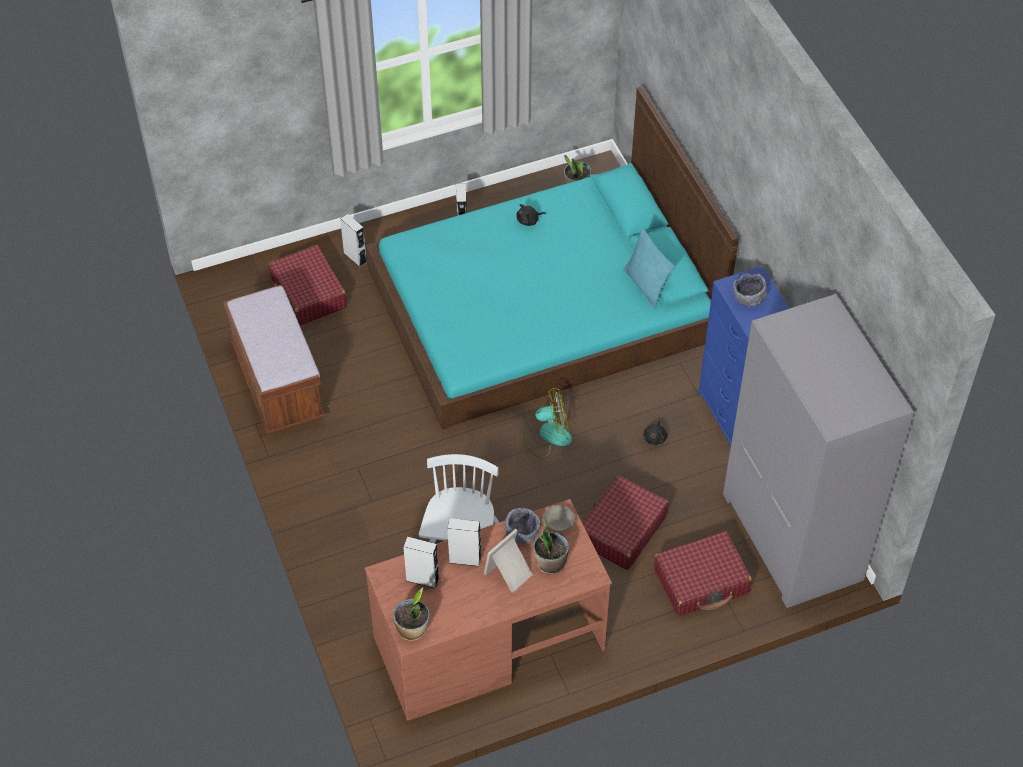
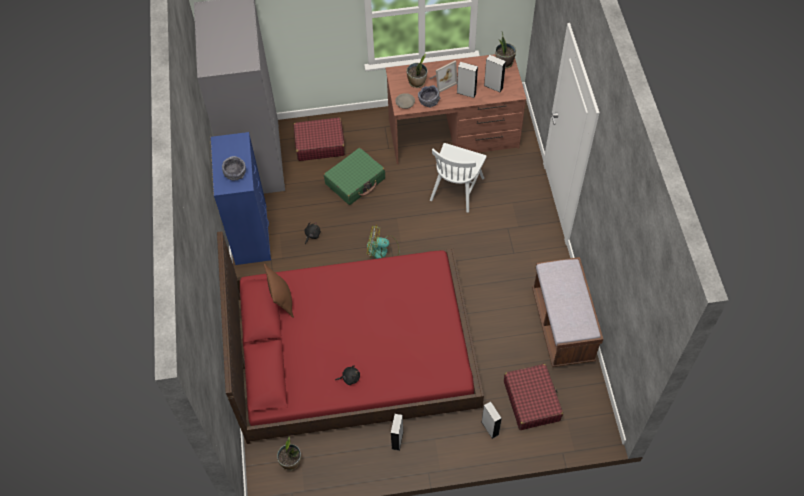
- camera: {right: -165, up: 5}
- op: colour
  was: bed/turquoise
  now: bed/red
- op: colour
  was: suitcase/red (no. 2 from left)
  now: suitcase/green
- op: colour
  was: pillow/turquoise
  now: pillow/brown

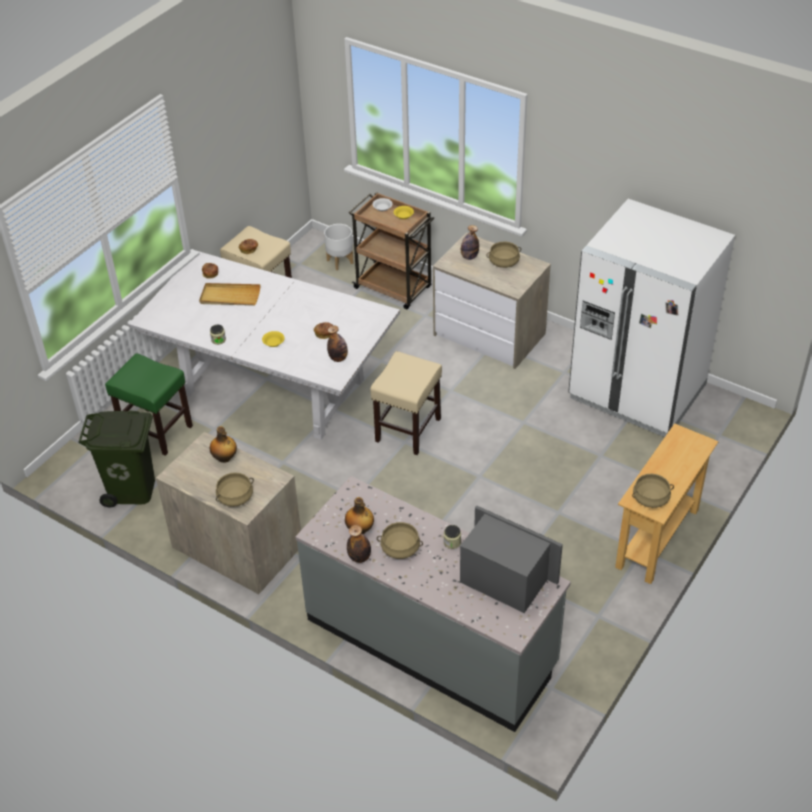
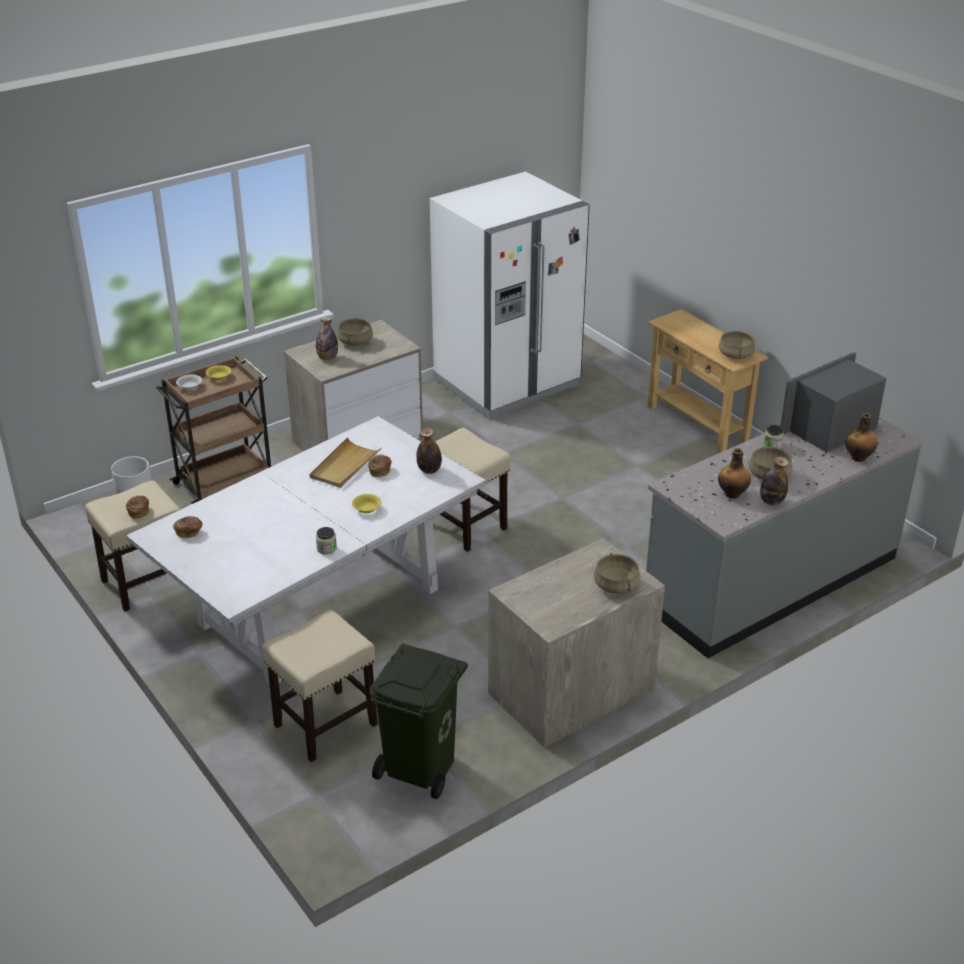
- camera: {right: -70, up: -10}
- op: relocated
  was: tray/beige
- op: relocated
  was: bottle (no. 1 from left in the first image)
  now: bottle (no. 5 from left)
- op: colour
  was: stool/green
  now: stool/beige (no. 2 from left)

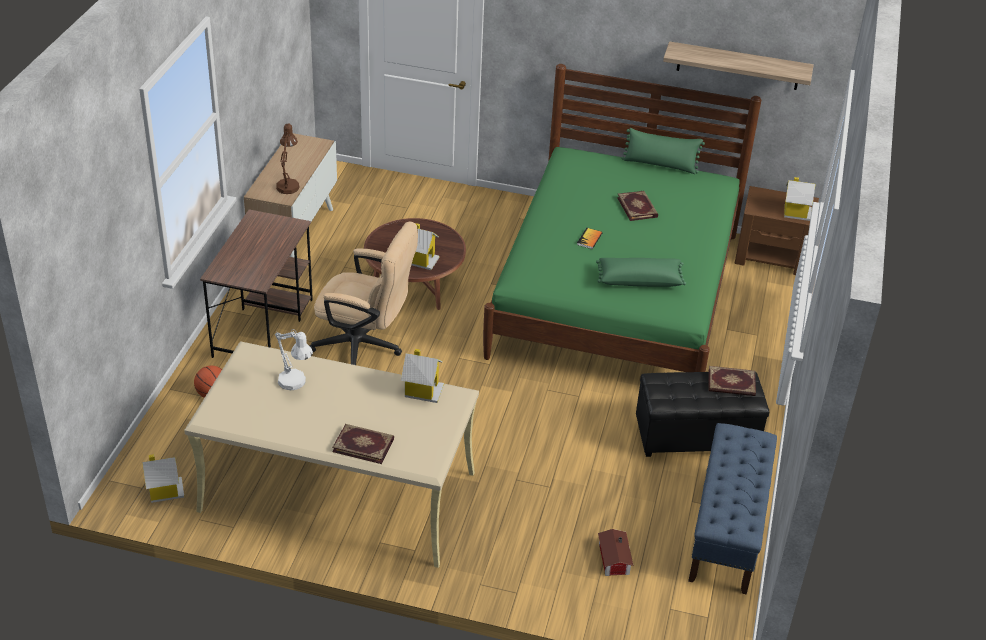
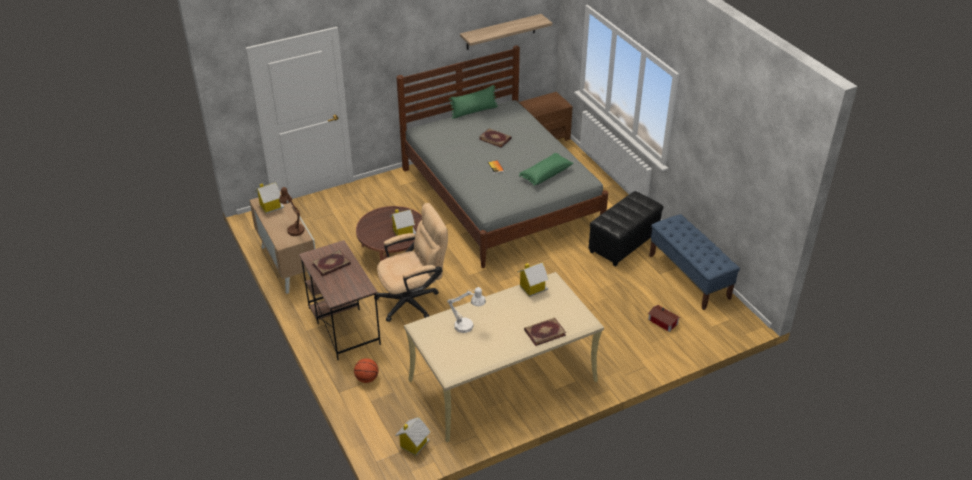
- camera: {right: -40, up: 0}
- op: relocated
  was: book (no. 4 from left in the first image)
  now: book (no. 1 from left)
- op: relocated
  was: toy house (no. 5 from left in the first image)
  now: toy house (no. 1 from left)
- op: colour
  was: bed/green
  now: bed/grey

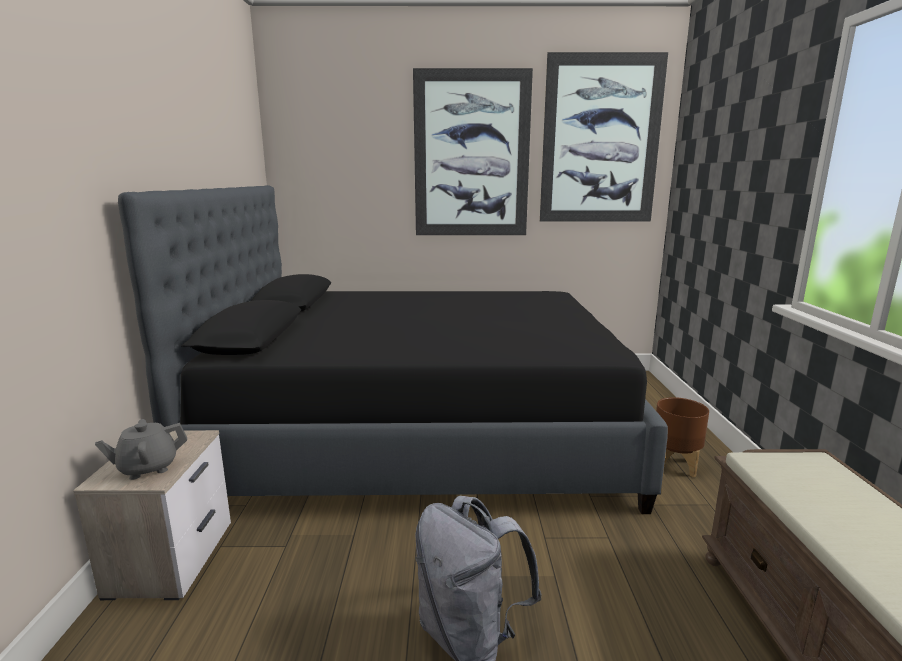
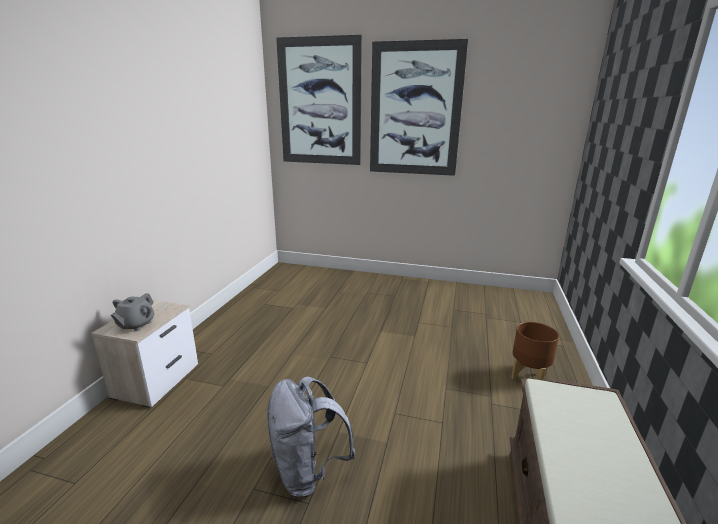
- camera: {right: 15, up: 5}
- op: missing
  was: bed/black
- op: relocated
  was: picture (no. 2 from left in the first image)
  now: picture (no. 1 from left)
- op: spun
  was: teapot/grey
  clockwise: -60

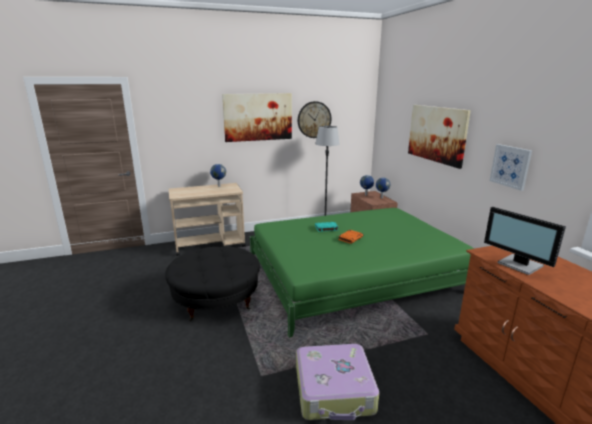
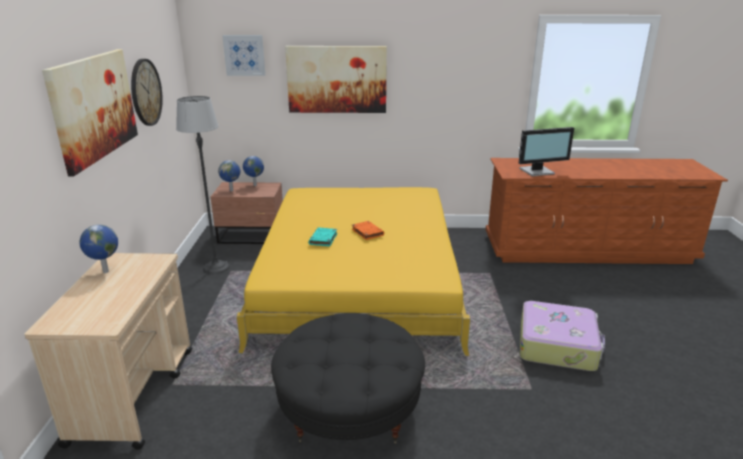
- camera: {right: -70, up: 5}
- op: relocated
  was: picture (no. 3 from left in the first image)
  now: picture (no. 2 from left)
- op: colour
  was: bed/green
  now: bed/yellow

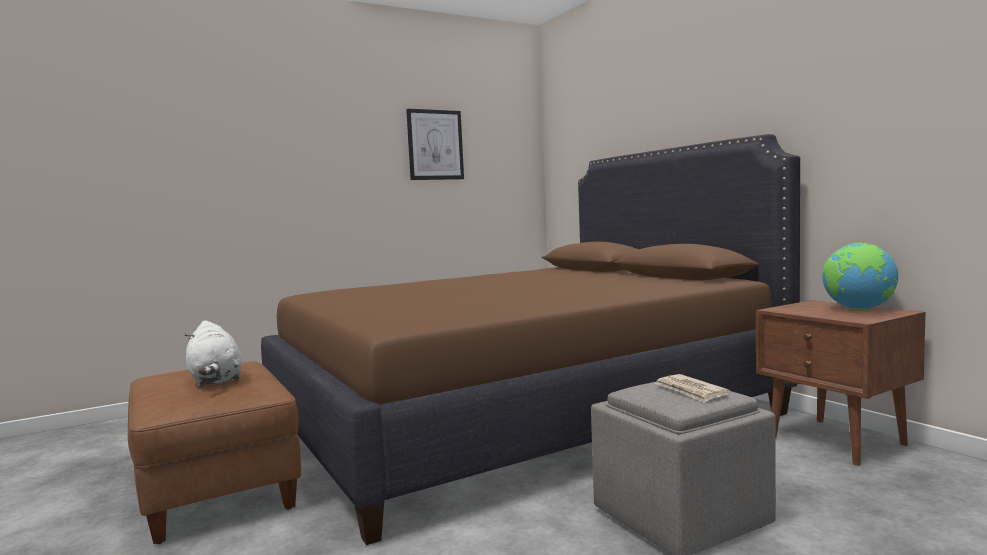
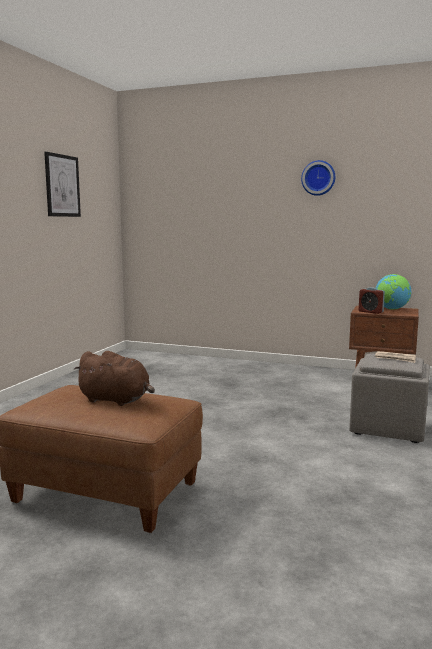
- camera: {right: -40, up: 5}
- op: missing
  was: bed/brown
- op: appeared
  now: wall clock
- op: appeared
  now: alarm clock
- op: colour
  was: plush toy/white
  now: plush toy/brown

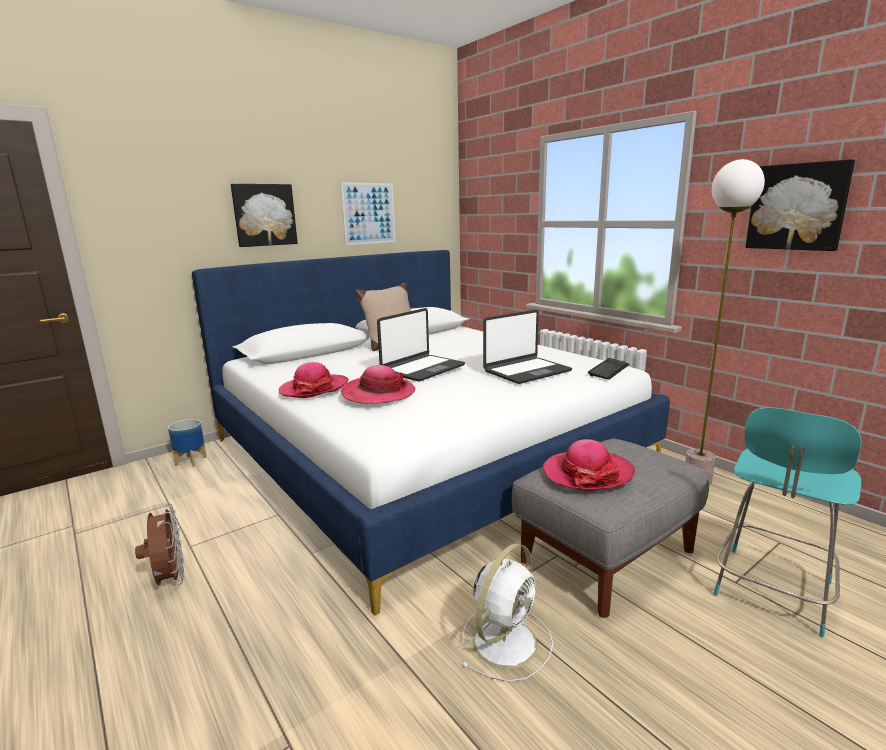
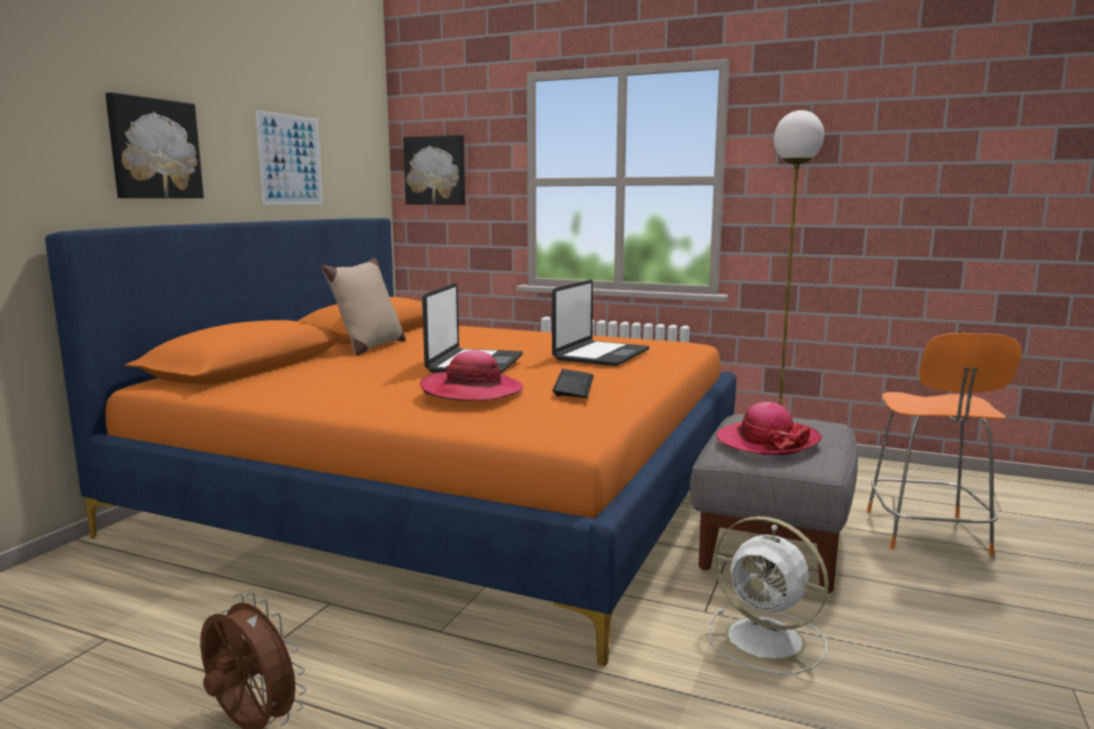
- camera: {right: -30, up: -5}
- op: missing
  was: planter
- op: missing
  was: hat (no. 1 from left)
- op: relocated
  was: keyboard
- op: relocated
  was: picture (no. 3 from left)
- op: colour
  was: bed/white
  now: bed/orange
- op: colour
  was: chair/turquoise
  now: chair/orange
- op: spun
  was: fan/white
  clockwise: 120

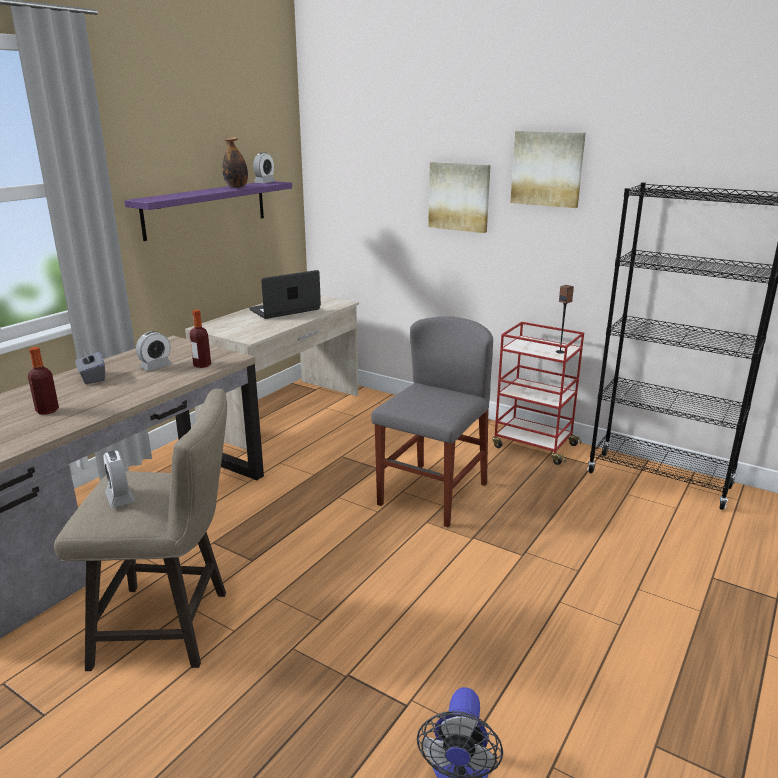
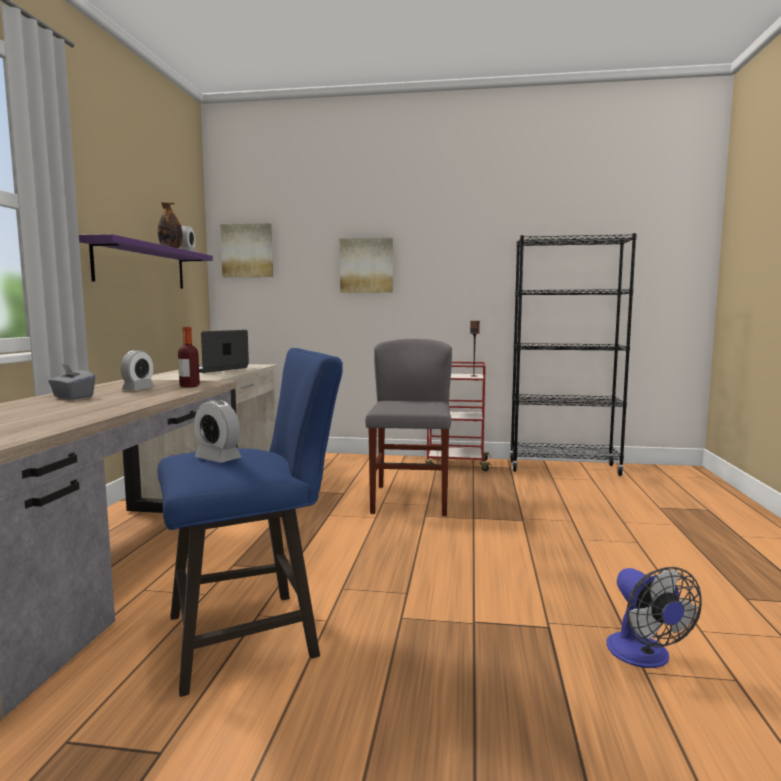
- camera: {right: -25, up: -15}
- op: missing
  was: bottle (no. 1 from left)
- op: relocated
  was: picture (no. 2 from left in the first image)
  now: picture (no. 1 from left)
- op: colour
  was: stool/beige
  now: stool/blue

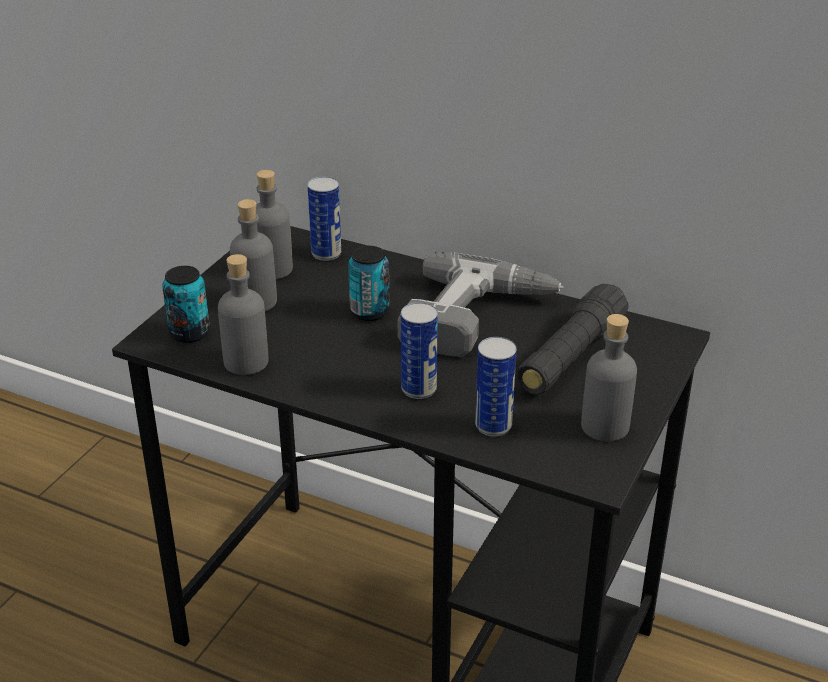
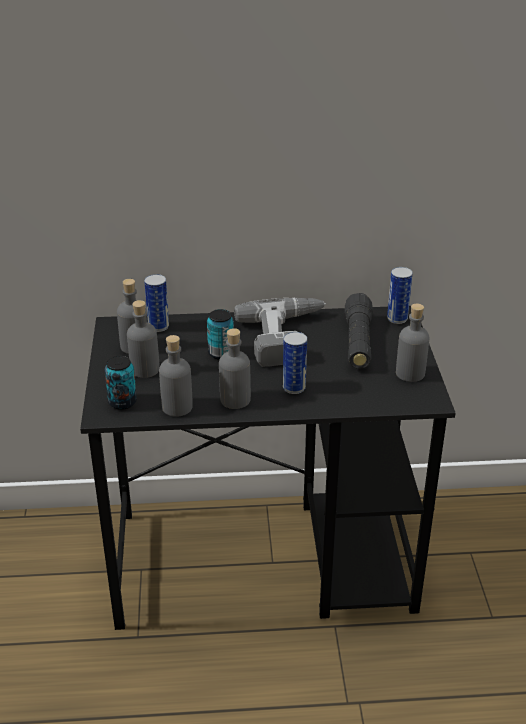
- camera: {right: -30, up: 0}
- op: appeared
  now: bottle/grey (no. 4 from left)
- op: relocated
  was: can (no. 5 from left)

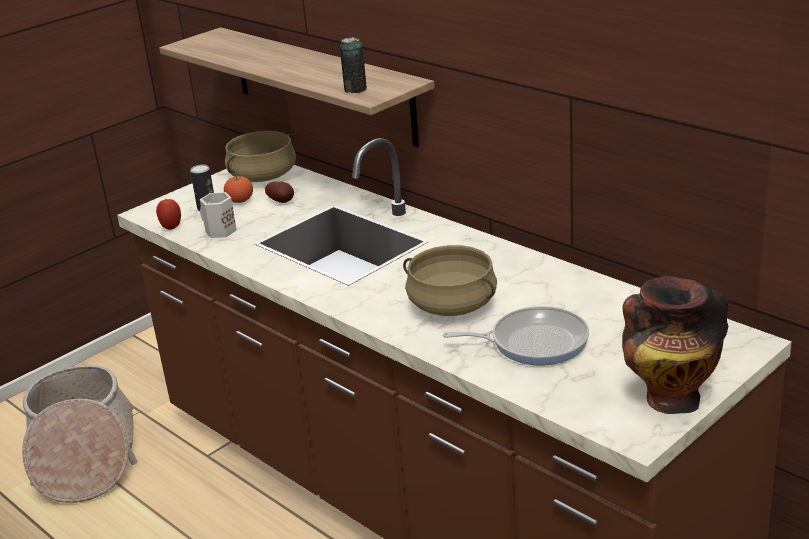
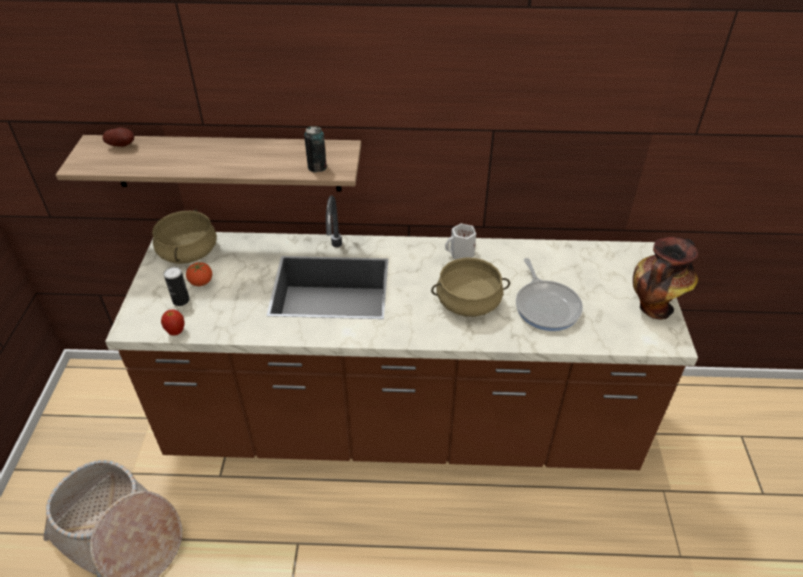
- camera: {right: -45, up: 15}
- op: relocated
  was: mug/white
- op: relocated
  was: potato
- op: spun
  was: frying pan
  clockwise: 120

